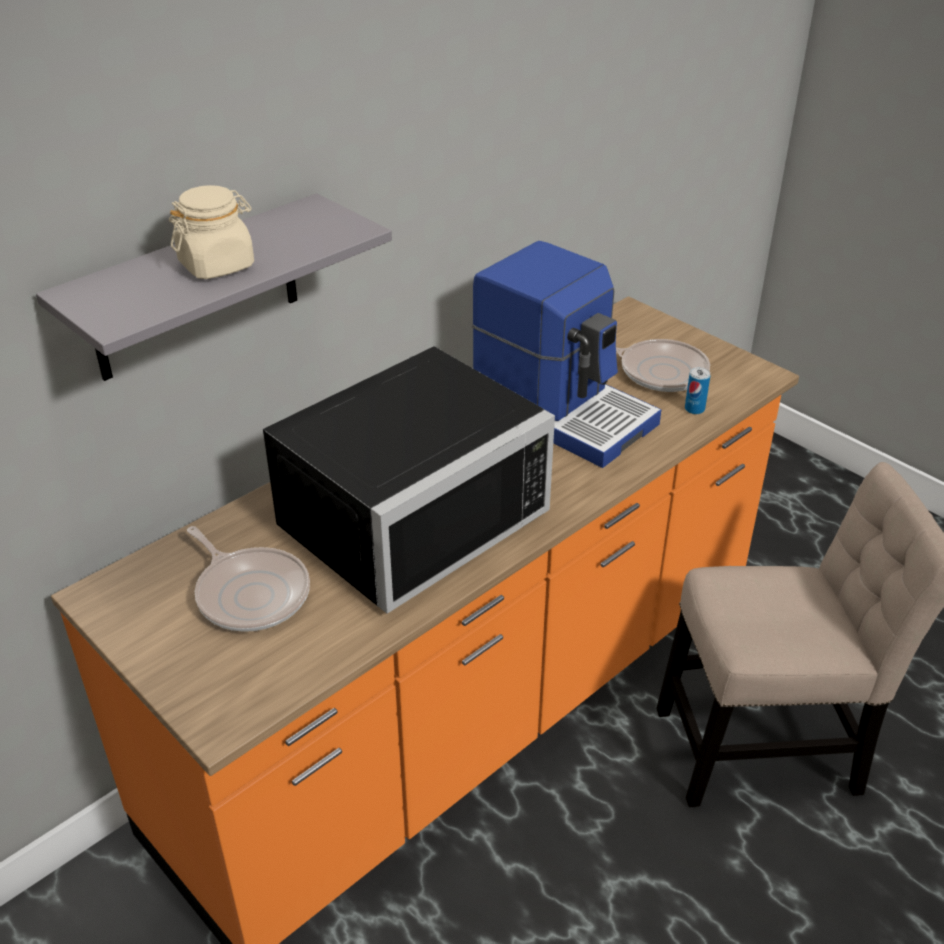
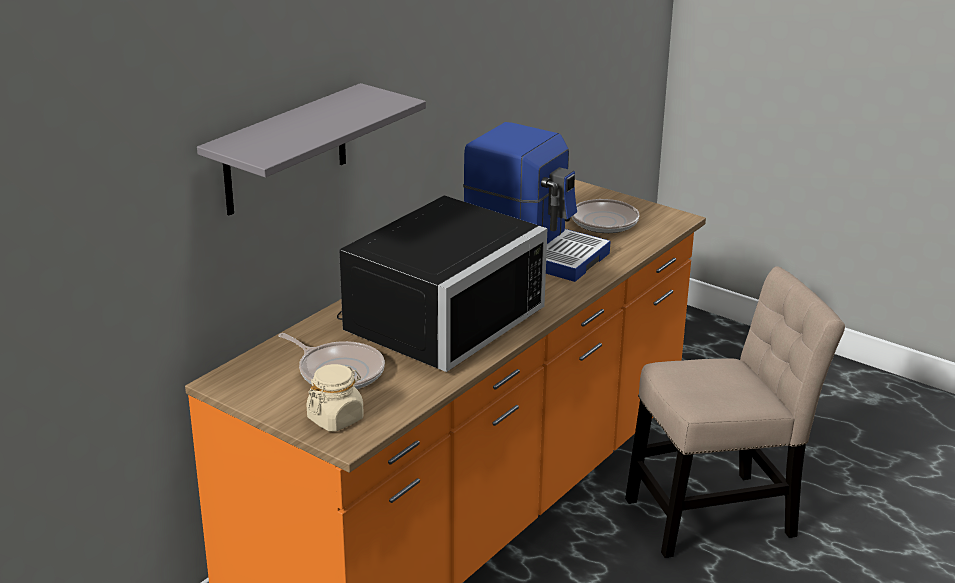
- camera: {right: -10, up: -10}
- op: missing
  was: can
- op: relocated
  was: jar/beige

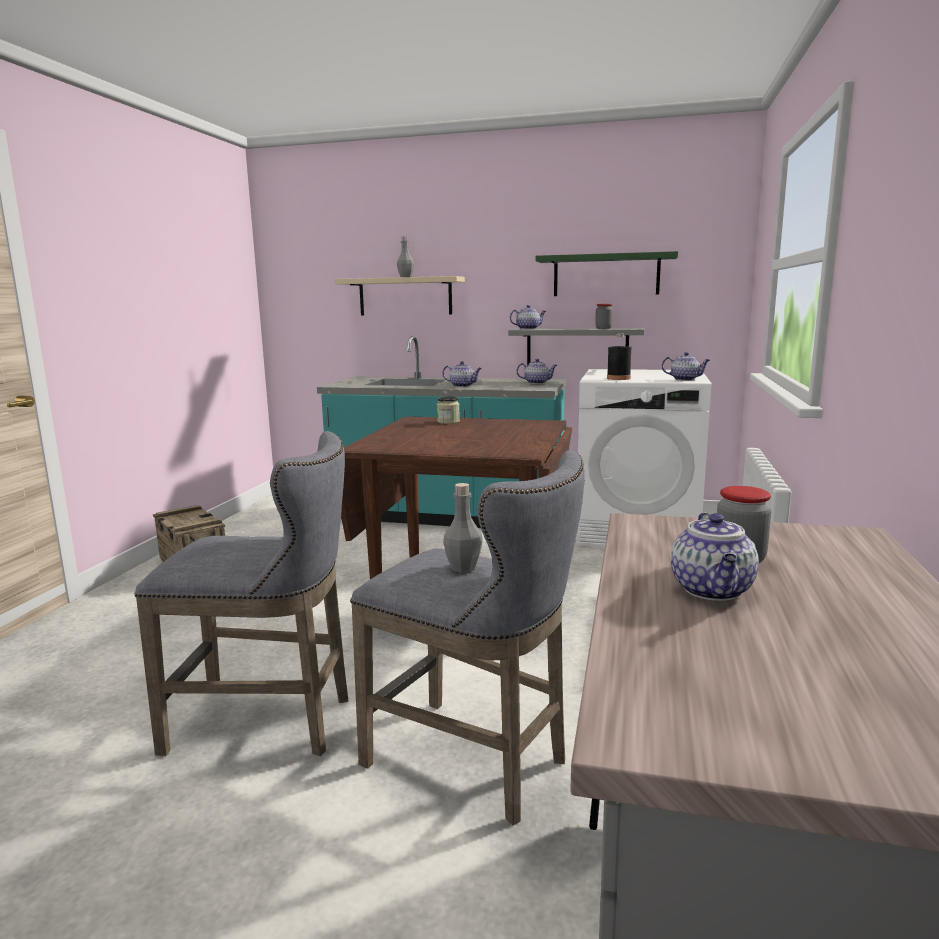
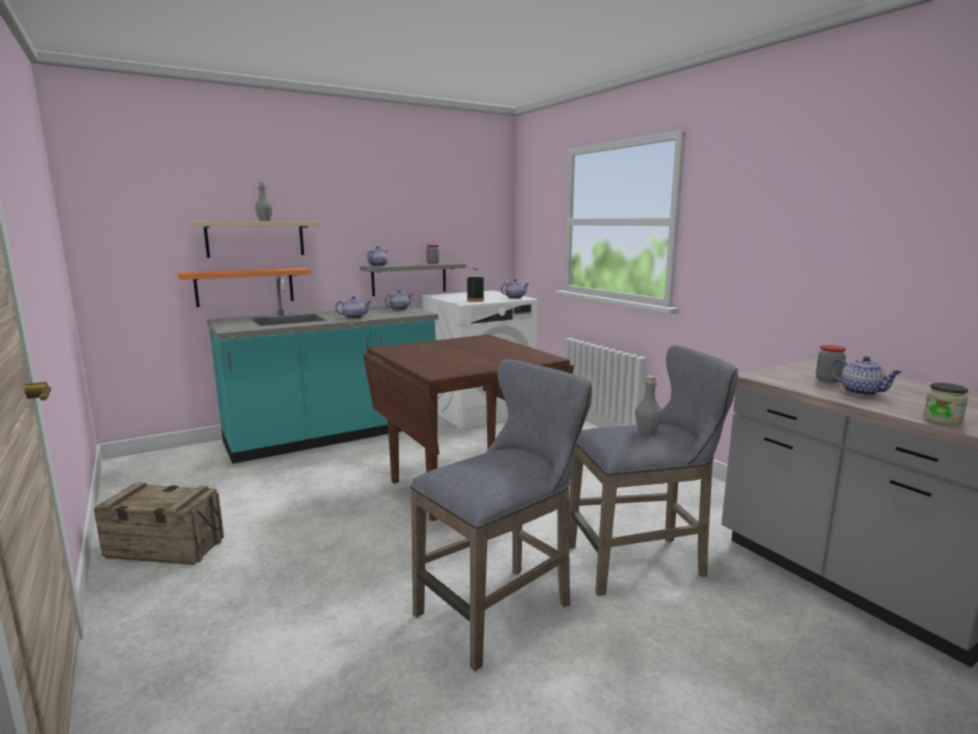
- camera: {right: -45, up: 0}
- op: missing
  was: shelf/green
- op: appeared
  now: shelf/orange
- op: relocated
  was: jar (no. 1 from left in the first image)
  now: jar (no. 3 from left)

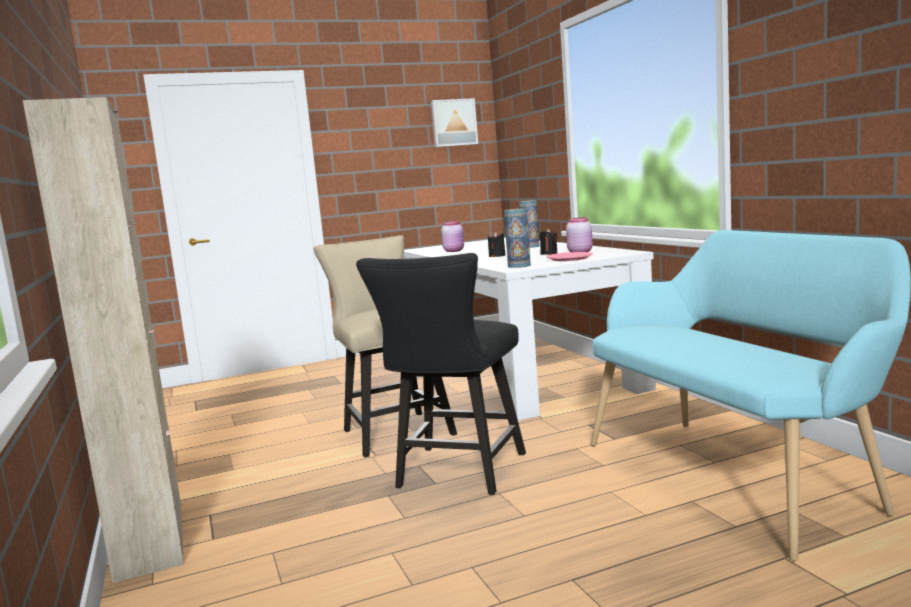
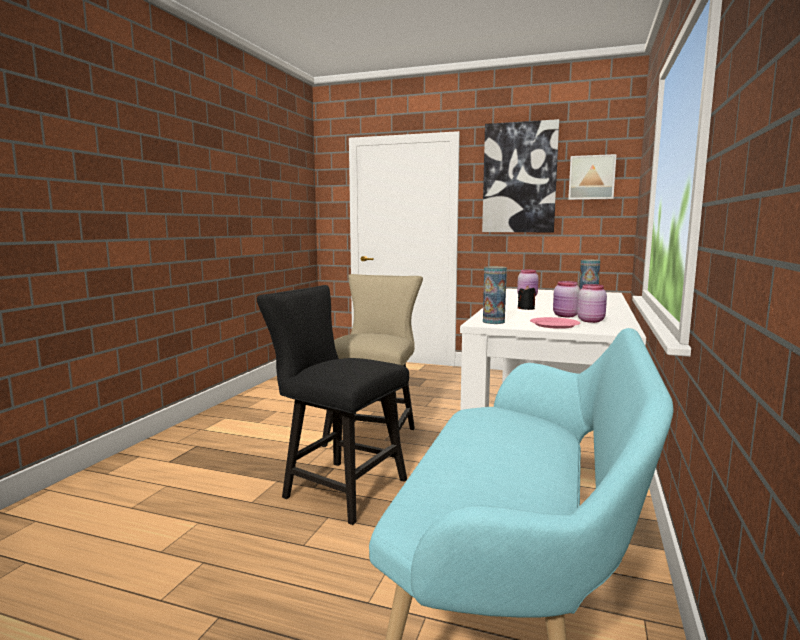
- camera: {right: 40, up: 0}
- op: missing
  was: cabinet/beige
- op: appeared
  now: picture (no. 1 from left)
- op: exchanged
  was: candle/black (no. 2 from left)
  now: jar/pink (no. 2 from left)
- op: spun
  was: chair/black
  clockwise: 60

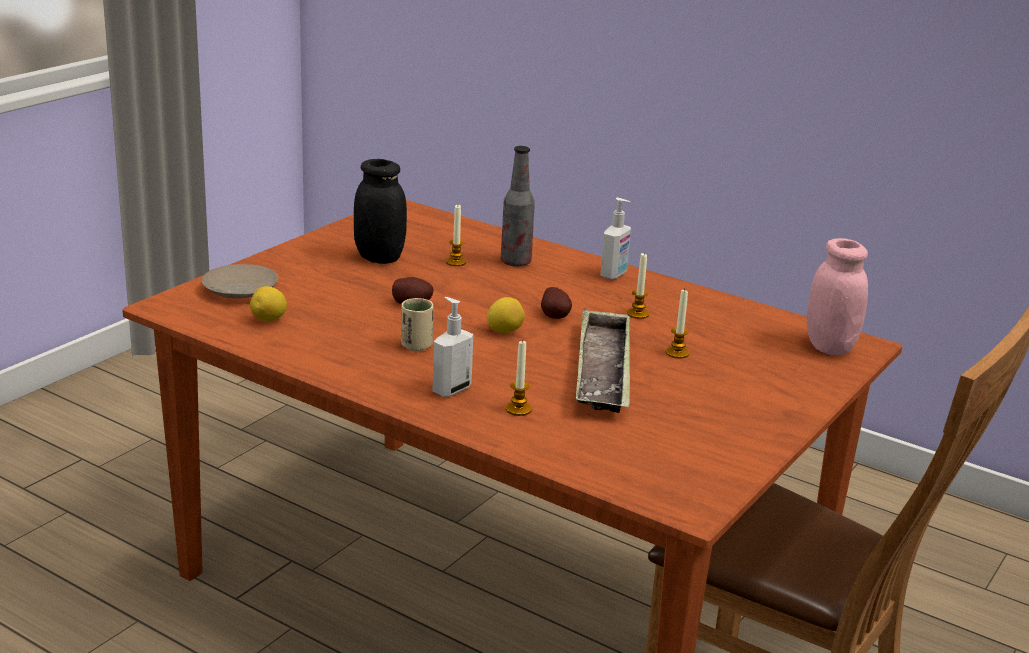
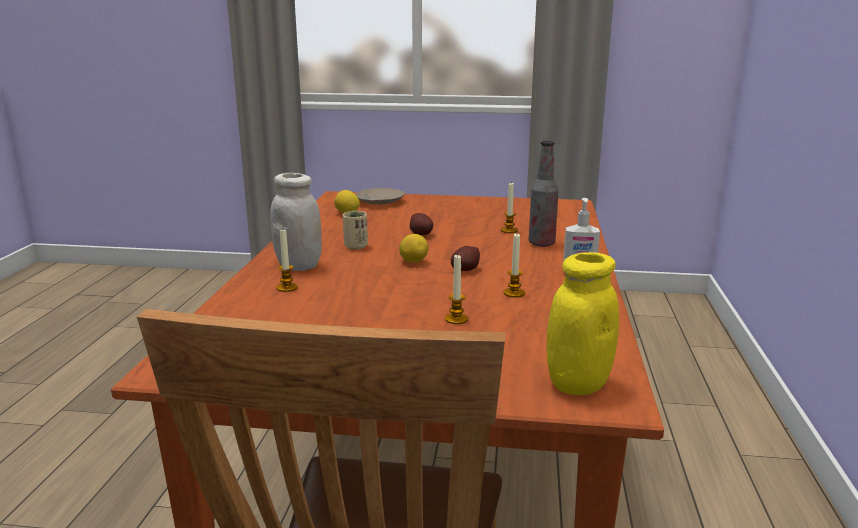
- camera: {right: 65, up: -5}
- op: missing
  was: jar/black
- op: missing
  was: tray
- op: exchanged
  was: soap dispenser (no. 1 from left)
  now: jar/white
- op: colour
  was: jar/pink
  now: jar/yellow

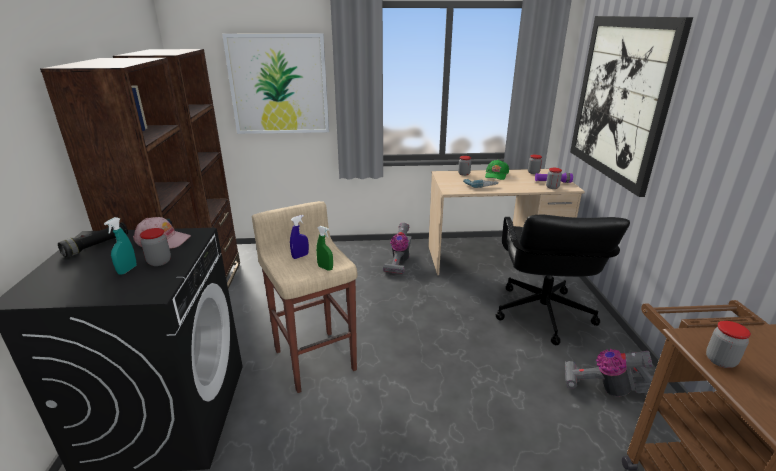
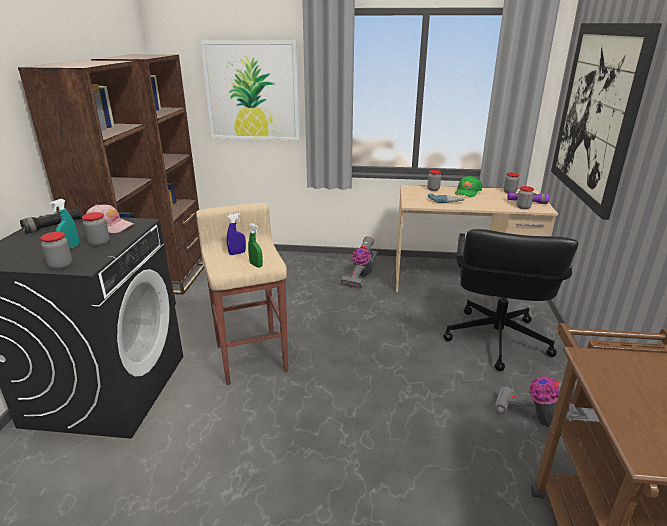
- camera: {right: 10, up: 0}
- op: relocated
  was: jar (no. 5 from left in the first image)
  now: jar (no. 1 from left)

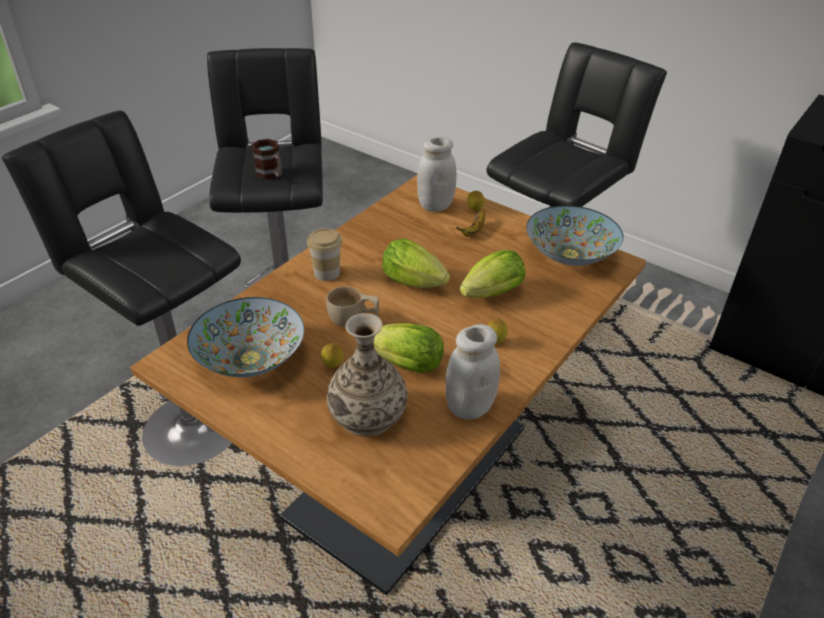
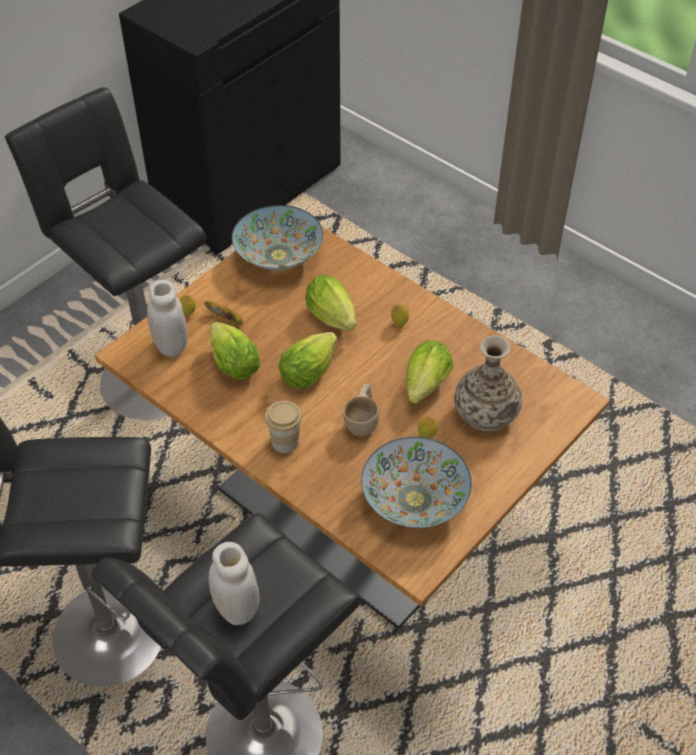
- camera: {right: -85, up: 10}
- op: missing
  was: mug
- op: appeared
  now: lettuce (no. 1 from left)
- op: relocated
  was: jar/white (no. 2 from left)

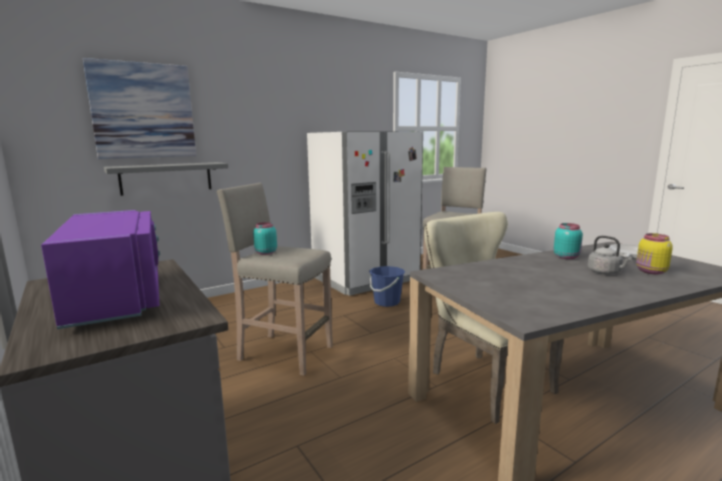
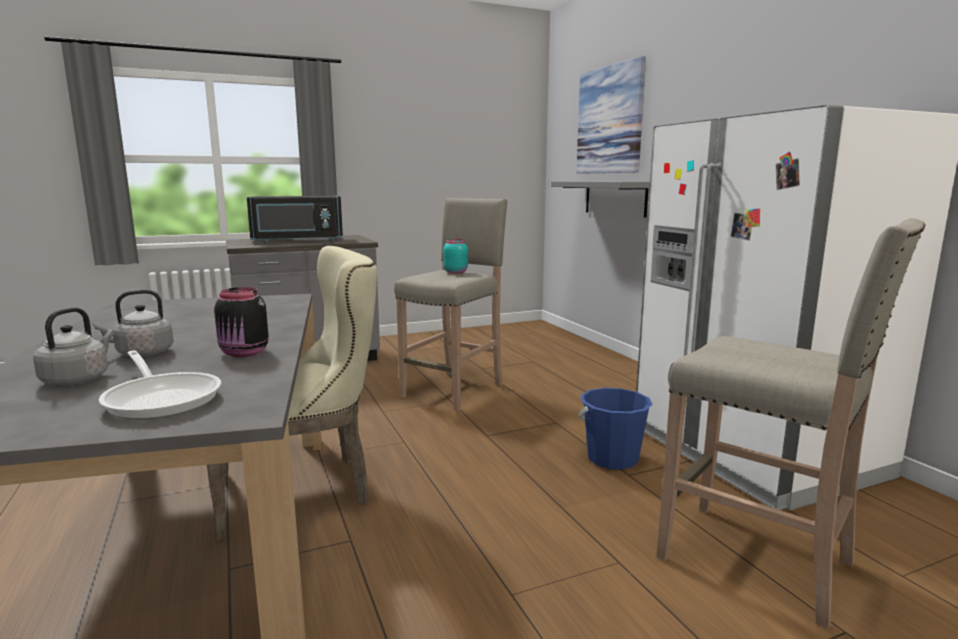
- camera: {right: 100, up: 0}
- op: exchanged
  was: jar/yellow
  now: kettle/grey (no. 1 from left)
- op: colour
  was: microwave/purple
  now: microwave/black
- op: colour
  was: jar/turquoise (no. 2 from left)
  now: jar/black

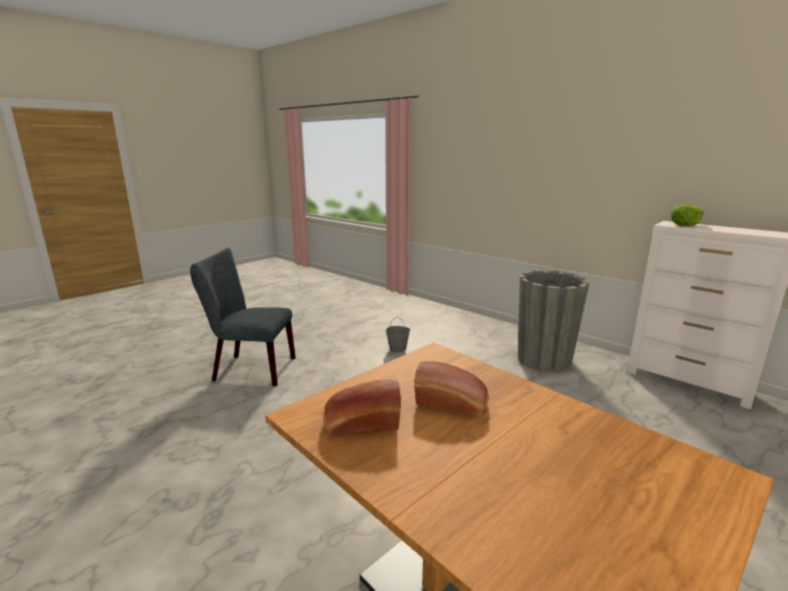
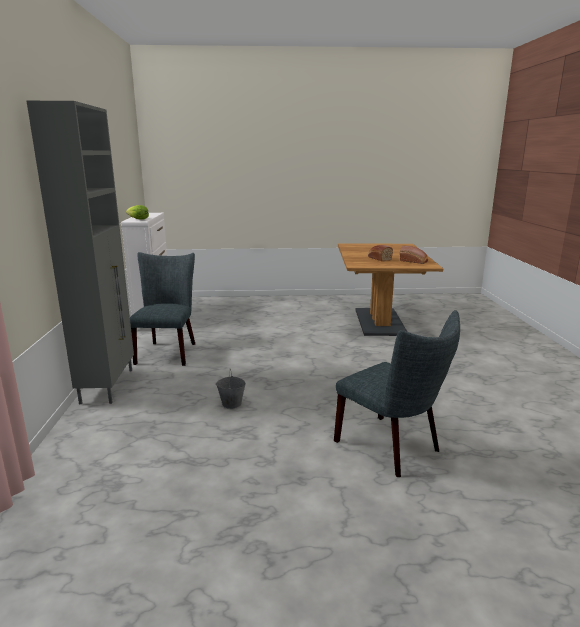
- camera: {right: -135, up: 0}
- op: appeared
  now: cabinet/grey
- op: exchanged
  was: planter/grey
  now: chair/grey (no. 1 from left)

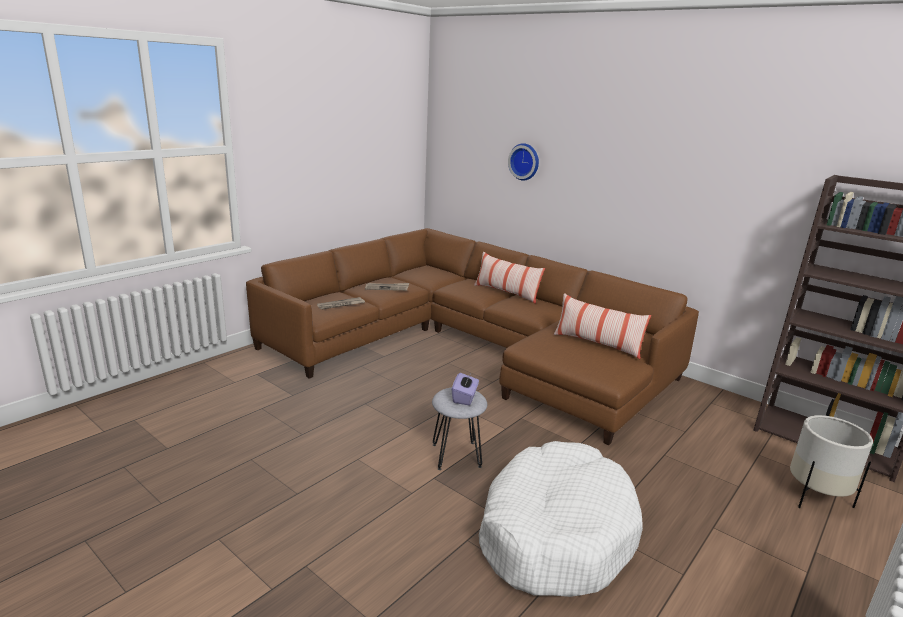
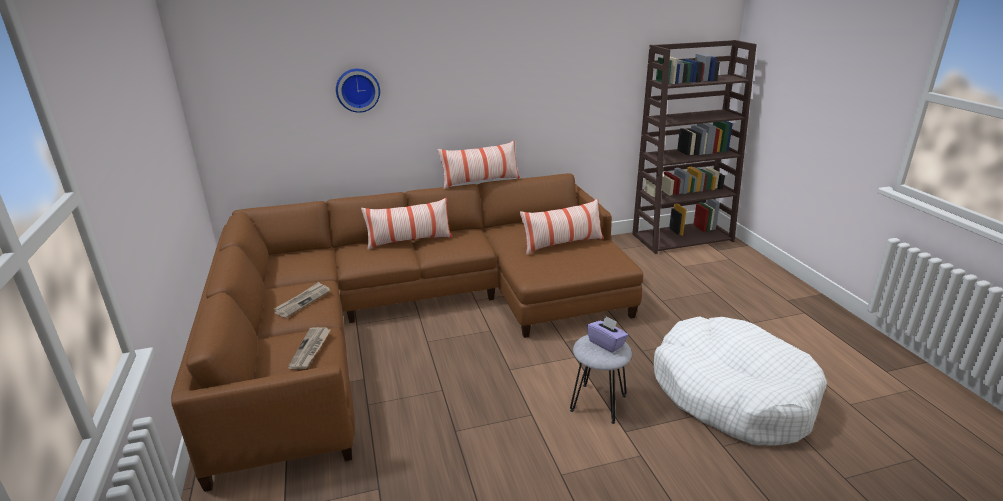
- camera: {right: -55, up: 5}
- op: missing
  was: planter/white
- op: appeared
  now: pillow (no. 2 from left)

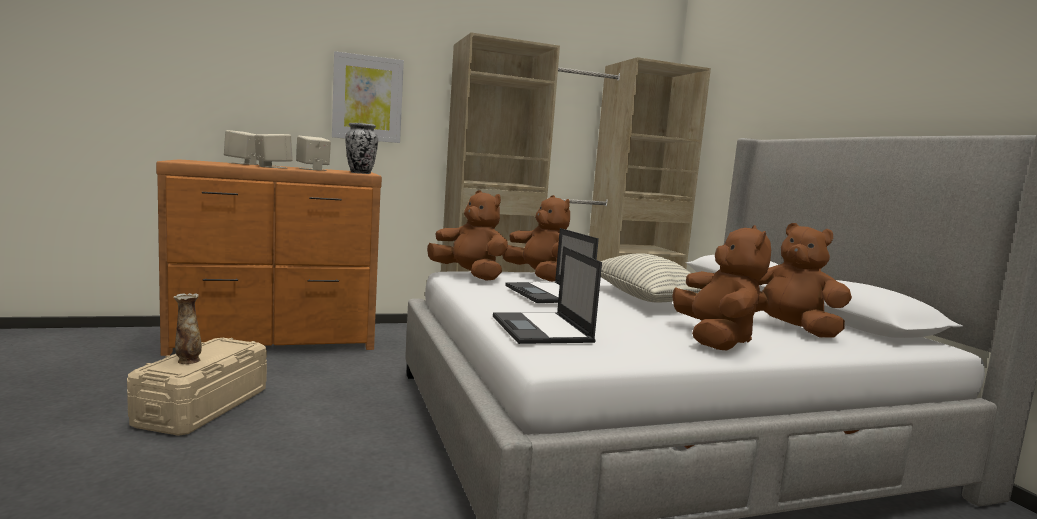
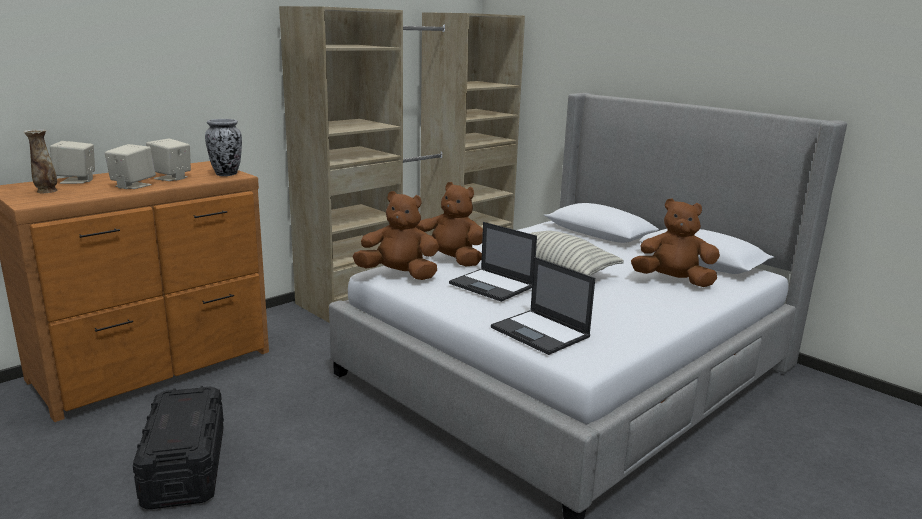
- camera: {right: -25, up: 10}
- op: missing
  was: picture
- op: missing
  was: plush toy/brown (no. 3 from left)
- op: relocated
  was: vase (no. 1 from left)
- op: colour
  was: storage box/beige
  now: storage box/black

